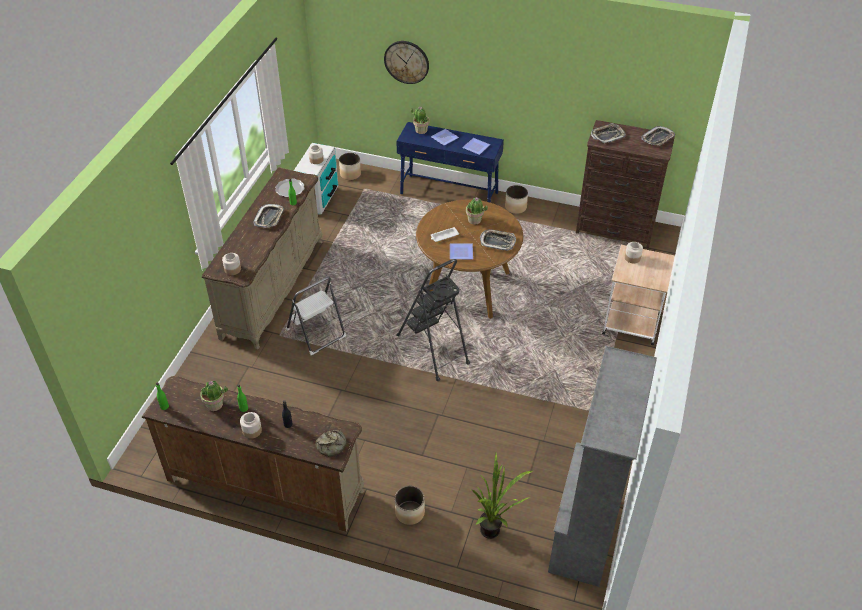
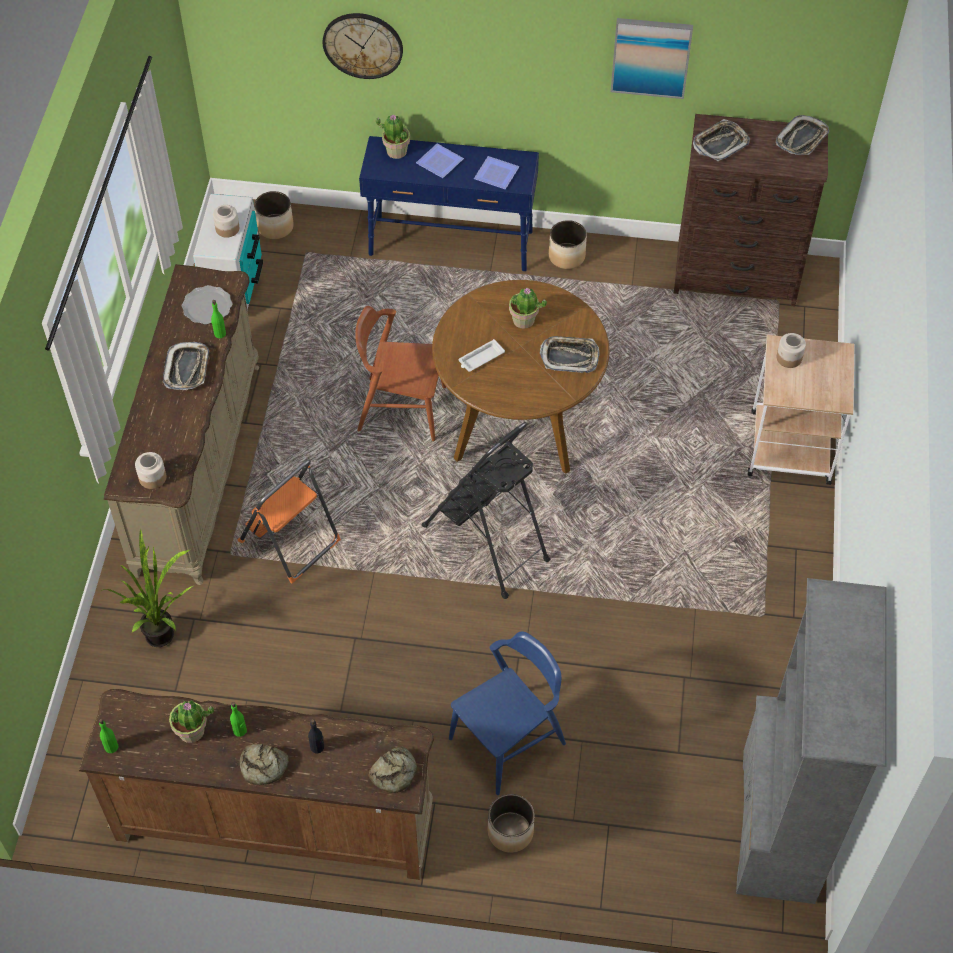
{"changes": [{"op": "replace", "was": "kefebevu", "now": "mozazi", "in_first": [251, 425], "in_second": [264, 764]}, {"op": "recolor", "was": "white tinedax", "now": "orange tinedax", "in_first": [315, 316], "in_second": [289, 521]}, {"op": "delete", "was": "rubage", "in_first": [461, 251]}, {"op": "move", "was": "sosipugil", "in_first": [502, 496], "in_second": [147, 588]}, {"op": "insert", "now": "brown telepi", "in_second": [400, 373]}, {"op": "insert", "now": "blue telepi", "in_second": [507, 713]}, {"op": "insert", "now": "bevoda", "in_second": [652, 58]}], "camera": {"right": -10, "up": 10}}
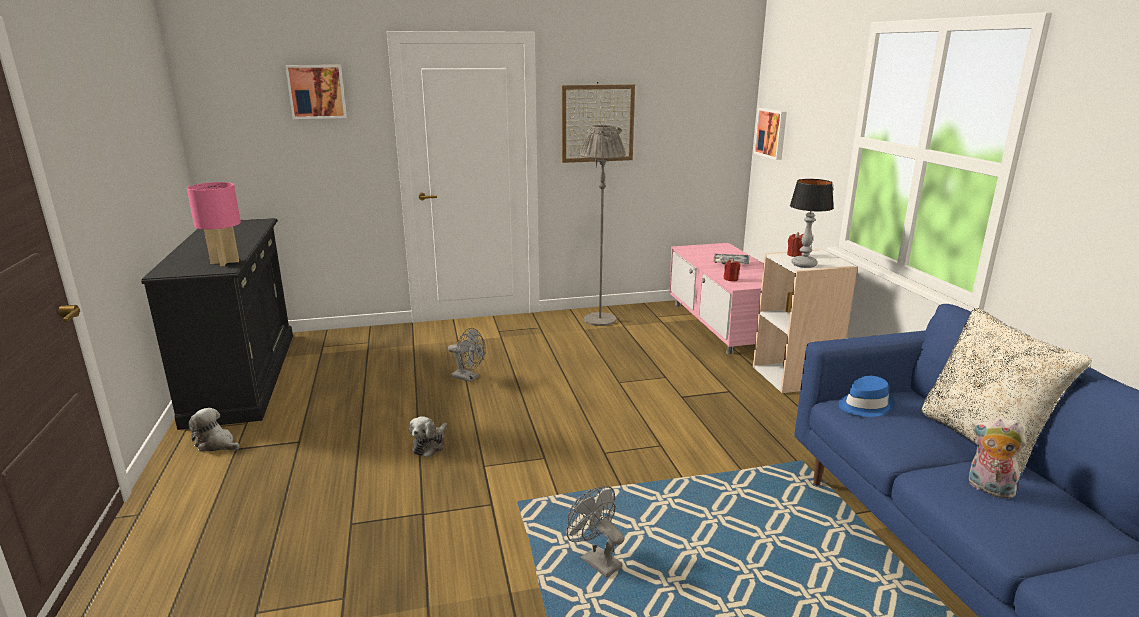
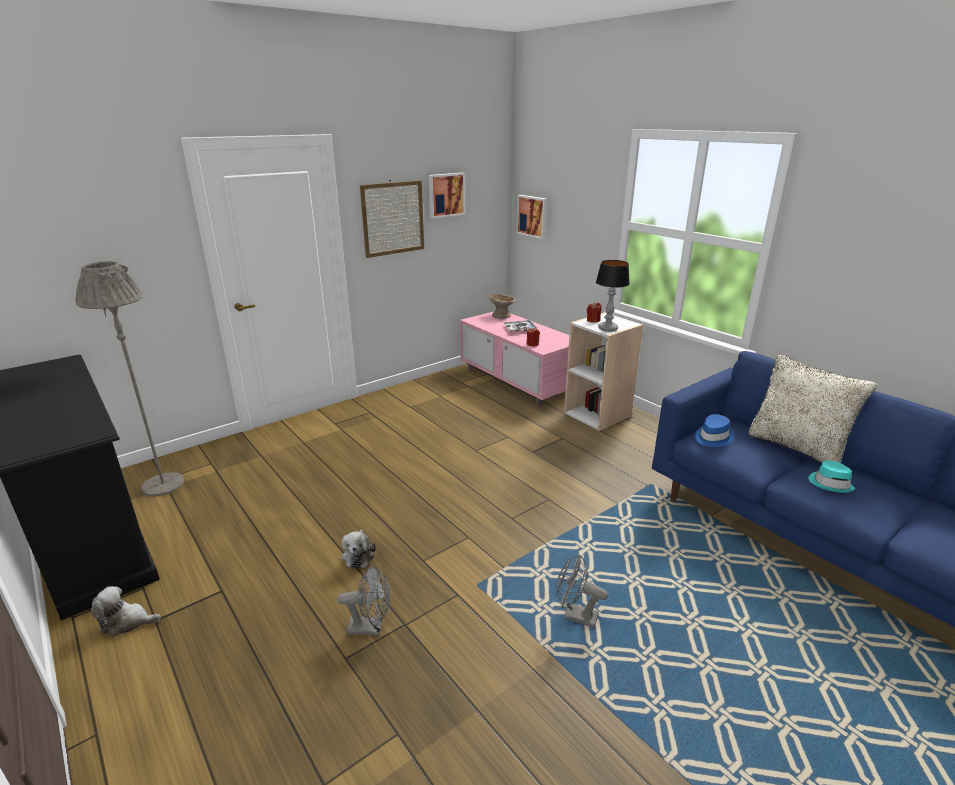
{"changes": [{"op": "delete", "was": "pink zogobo", "in_first": [214, 224]}, {"op": "move", "was": "bevoda", "in_first": [316, 92], "in_second": [446, 196]}, {"op": "move", "was": "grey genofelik", "in_first": [467, 355], "in_second": [363, 600]}, {"op": "move", "was": "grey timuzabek", "in_first": [603, 225], "in_second": [129, 378]}, {"op": "replace", "was": "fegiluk", "now": "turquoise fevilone", "in_first": [997, 457], "in_second": [831, 476]}, {"op": "insert", "now": "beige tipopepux", "in_second": [502, 306]}], "camera": {"right": -25, "up": 5}}
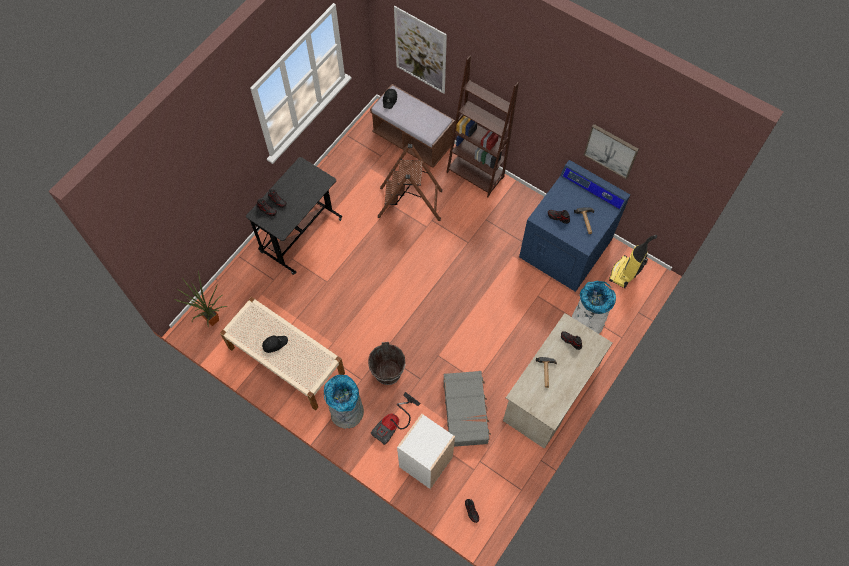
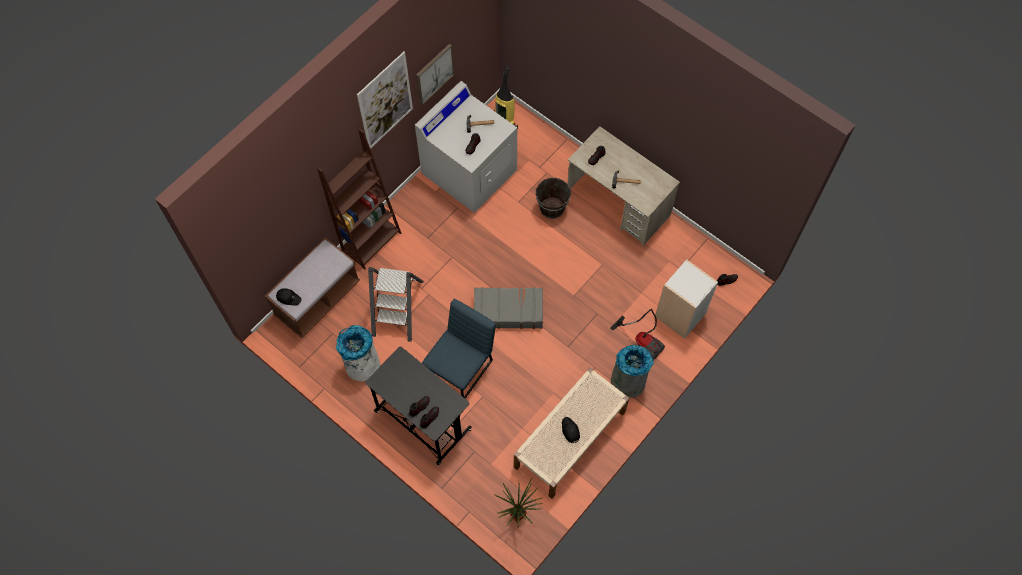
{"changes": [{"op": "move", "was": "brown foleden", "in_first": [386, 363], "in_second": [553, 198]}, {"op": "recolor", "was": "brown tinedax", "now": "grey tinedax", "in_first": [410, 182], "in_second": [395, 304]}, {"op": "move", "was": "bevoda", "in_first": [420, 50], "in_second": [385, 100]}, {"op": "move", "was": "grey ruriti", "in_first": [467, 409], "in_second": [508, 308]}, {"op": "recolor", "was": "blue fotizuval", "now": "white fotizuval", "in_first": [574, 226], "in_second": [466, 147]}, {"op": "move", "was": "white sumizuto", "in_first": [594, 307], "in_second": [358, 353]}, {"op": "insert", "now": "blue telepi", "in_second": [459, 349]}], "camera": {"right": -85, "up": 0}}
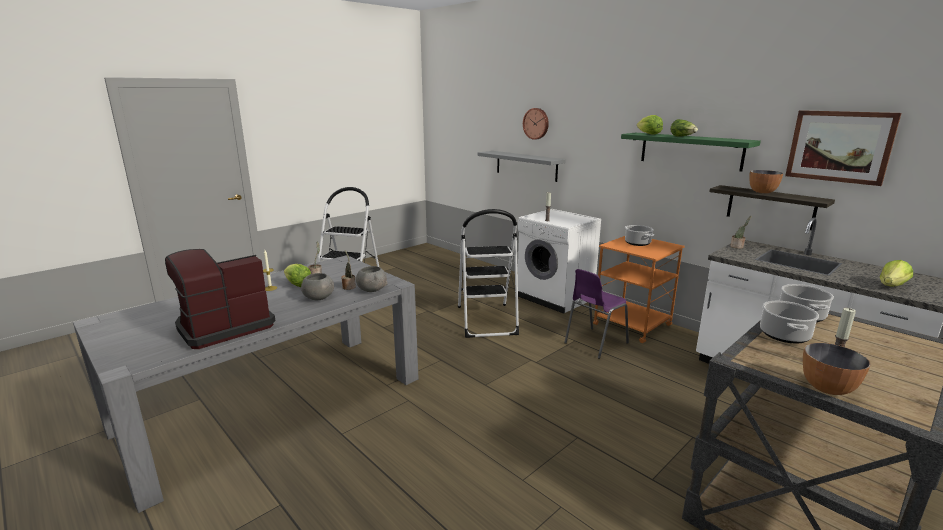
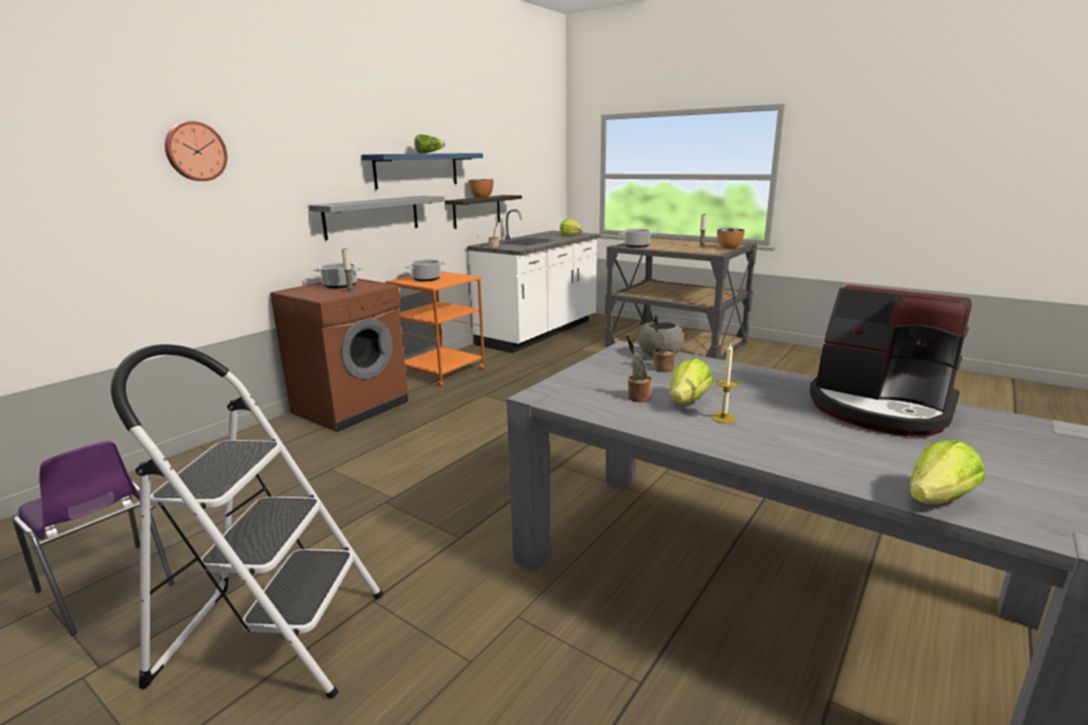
{"changes": [{"op": "delete", "was": "grey tipopepux", "in_first": [317, 287]}, {"op": "delete", "was": "tinedax", "in_first": [488, 273]}, {"op": "move", "was": "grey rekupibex", "in_first": [522, 166], "in_second": [376, 218]}, {"op": "recolor", "was": "white fotizuval", "now": "brown fotizuval", "in_first": [559, 261], "in_second": [339, 355]}, {"op": "move", "was": "purple telepi", "in_first": [596, 314], "in_second": [93, 538]}, {"op": "recolor", "was": "green rekupibex", "now": "blue rekupibex", "in_first": [691, 152], "in_second": [422, 171]}, {"op": "move", "was": "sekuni", "in_first": [650, 125], "in_second": [947, 472]}, {"op": "move", "was": "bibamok", "in_first": [789, 322], "in_second": [338, 275]}, {"op": "delete", "was": "bevoda", "in_first": [843, 148]}], "camera": {"right": -100, "up": 0}}
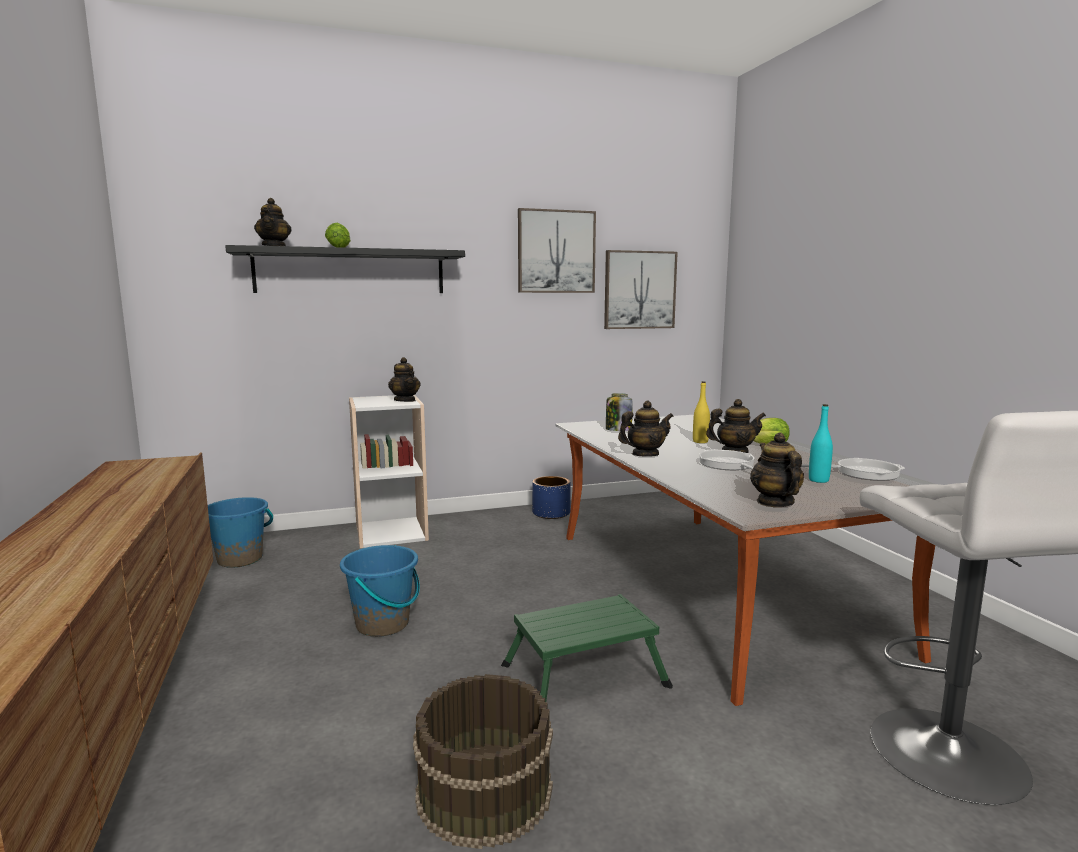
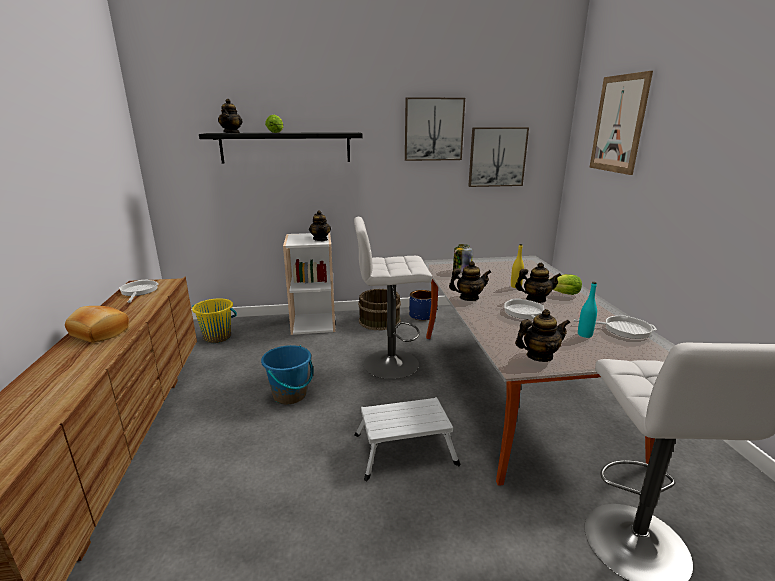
{"changes": [{"op": "recolor", "was": "blue foleden", "now": "yellow foleden", "in_first": [240, 532], "in_second": [214, 320]}, {"op": "move", "was": "brown foleden", "in_first": [483, 761], "in_second": [379, 309]}, {"op": "recolor", "was": "green tinedax", "now": "white tinedax", "in_first": [587, 648], "in_second": [407, 439]}, {"op": "rotate", "was": "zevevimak", "in_first": [777, 469], "in_second": [542, 335], "clockwise": 75}, {"op": "insert", "now": "mozazi", "in_second": [97, 324]}, {"op": "insert", "now": "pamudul", "in_second": [138, 291]}, {"op": "insert", "now": "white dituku", "in_second": [393, 298]}, {"op": "insert", "now": "bevoda", "in_second": [621, 123]}], "camera": {"right": 10, "up": 10}}
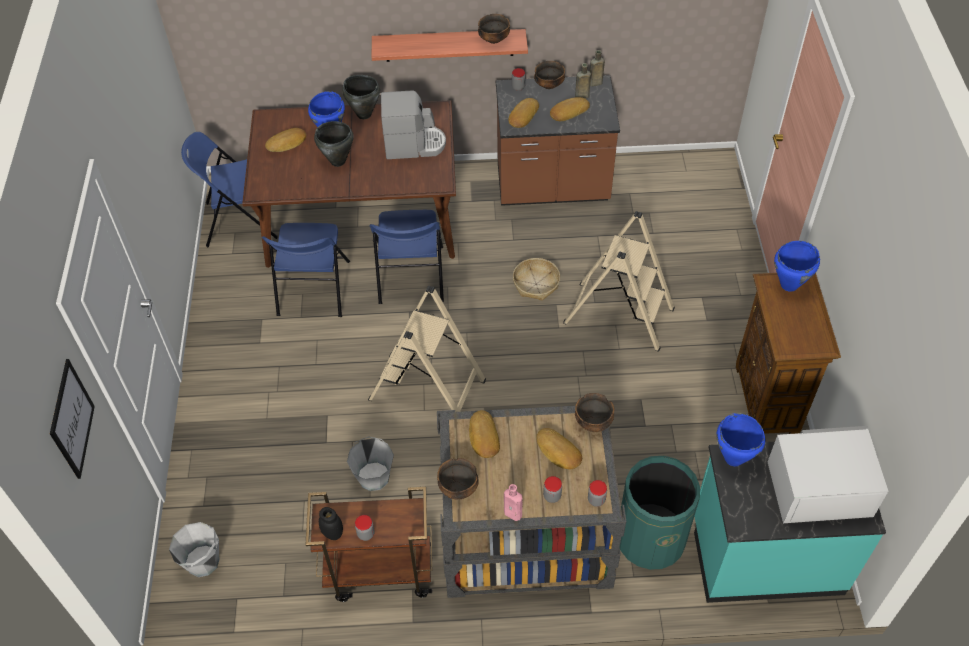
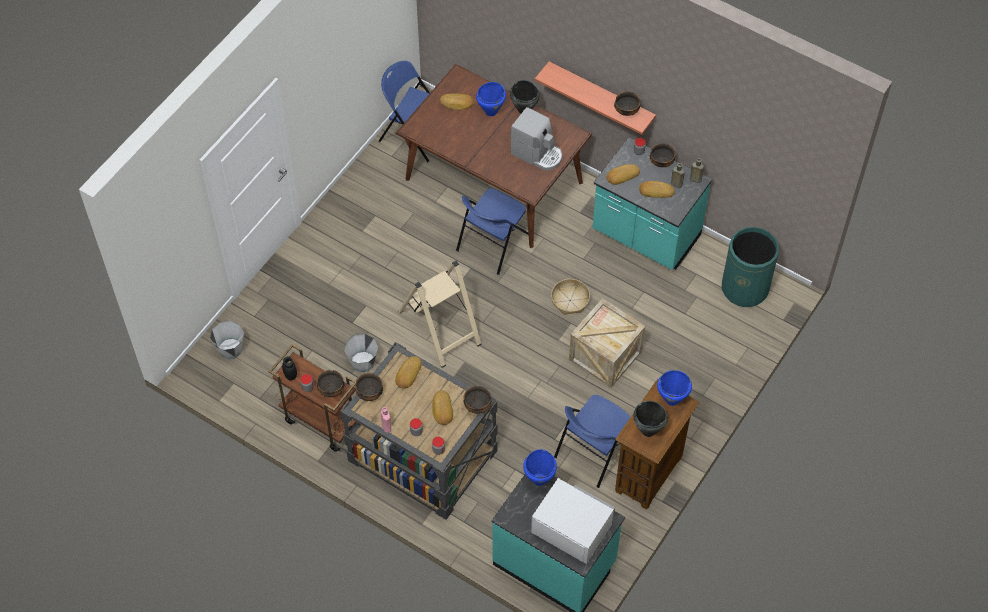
{"changes": [{"op": "delete", "was": "bevoda", "in_first": [72, 419]}, {"op": "move", "was": "blue telepi", "in_first": [306, 270], "in_second": [592, 441]}, {"op": "move", "was": "black bibamok", "in_first": [334, 144], "in_second": [650, 419]}, {"op": "recolor", "was": "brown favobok", "now": "turquoise favobok", "in_first": [558, 140], "in_second": [652, 203]}, {"op": "replace", "was": "beige tinedax", "now": "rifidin", "in_first": [619, 281], "in_second": [607, 343]}, {"op": "move", "was": "green sumizuto", "in_first": [660, 513], "in_second": [750, 267]}, {"op": "insert", "now": "tipopepux", "in_second": [330, 383]}], "camera": {"right": 35, "up": 5}}
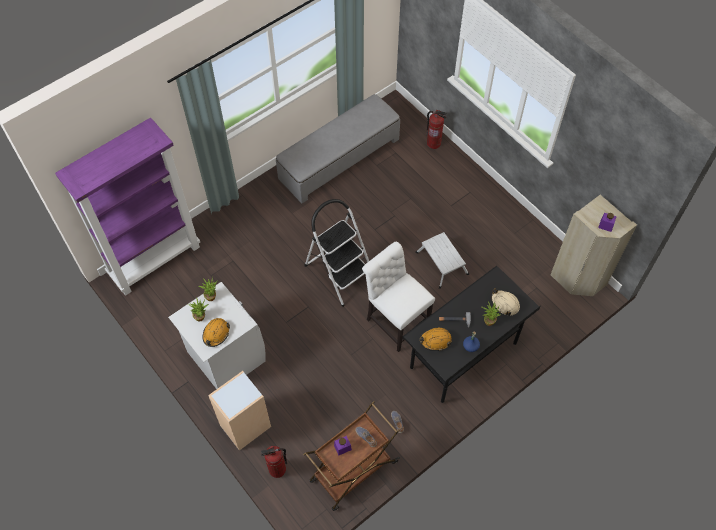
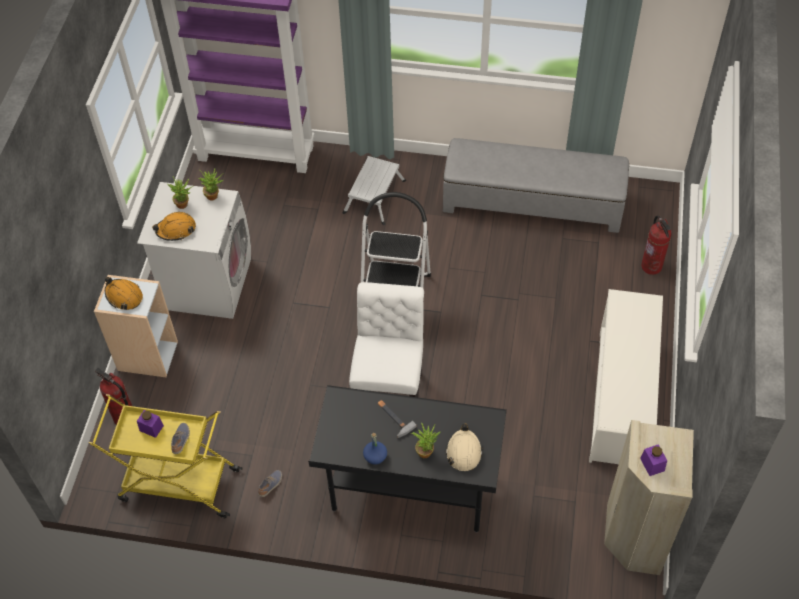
{"changes": [{"op": "recolor", "was": "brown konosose", "now": "yellow konosose", "in_first": [351, 456], "in_second": [166, 456]}, {"op": "move", "was": "white tinedax", "in_first": [442, 260], "in_second": [374, 190]}, {"op": "move", "was": "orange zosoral", "in_first": [435, 339], "in_second": [124, 293]}, {"op": "insert", "now": "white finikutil", "in_second": [626, 376]}], "camera": {"right": 50, "up": -5}}
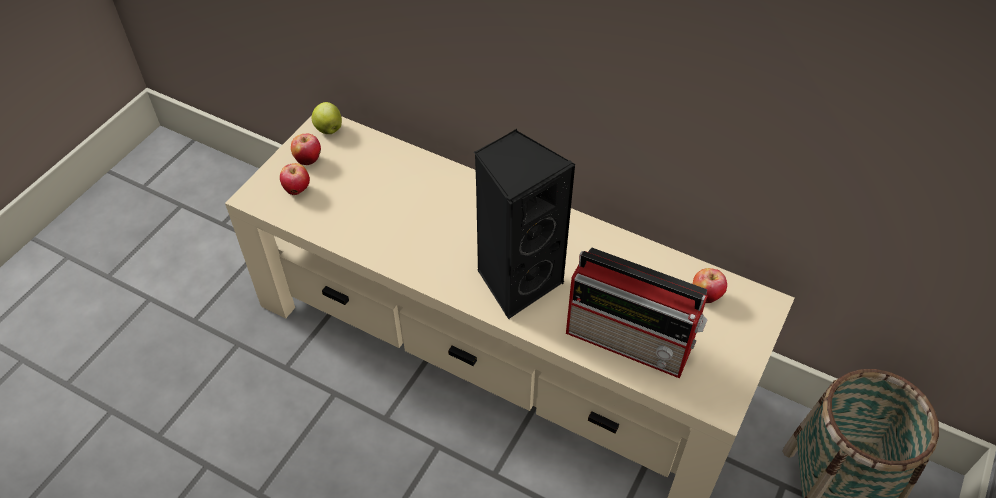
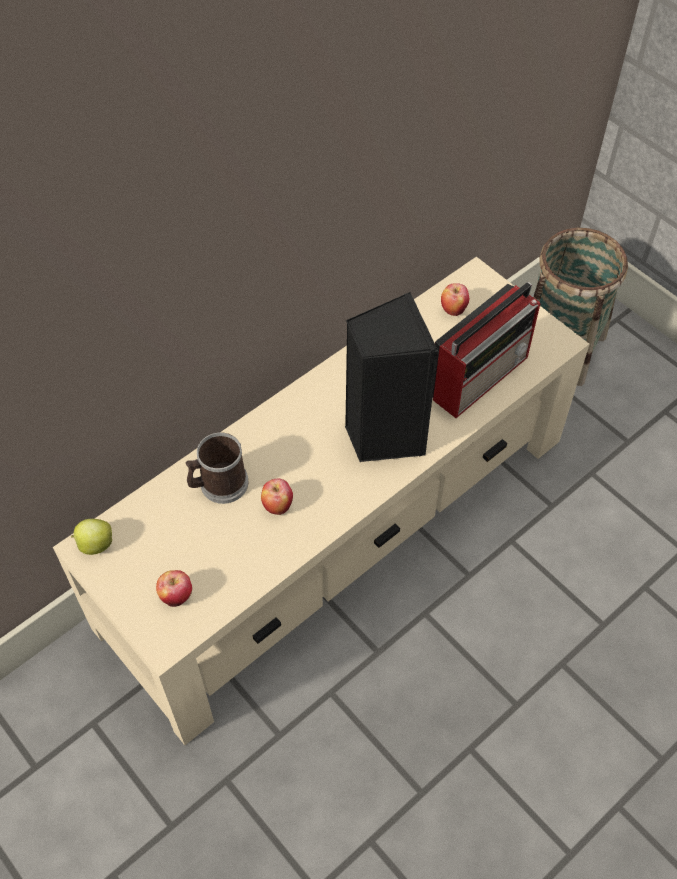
{"changes": [{"op": "move", "was": "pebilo", "in_first": [306, 149], "in_second": [277, 497]}, {"op": "insert", "now": "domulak", "in_second": [217, 468]}], "camera": {"right": -70, "up": 5}}
